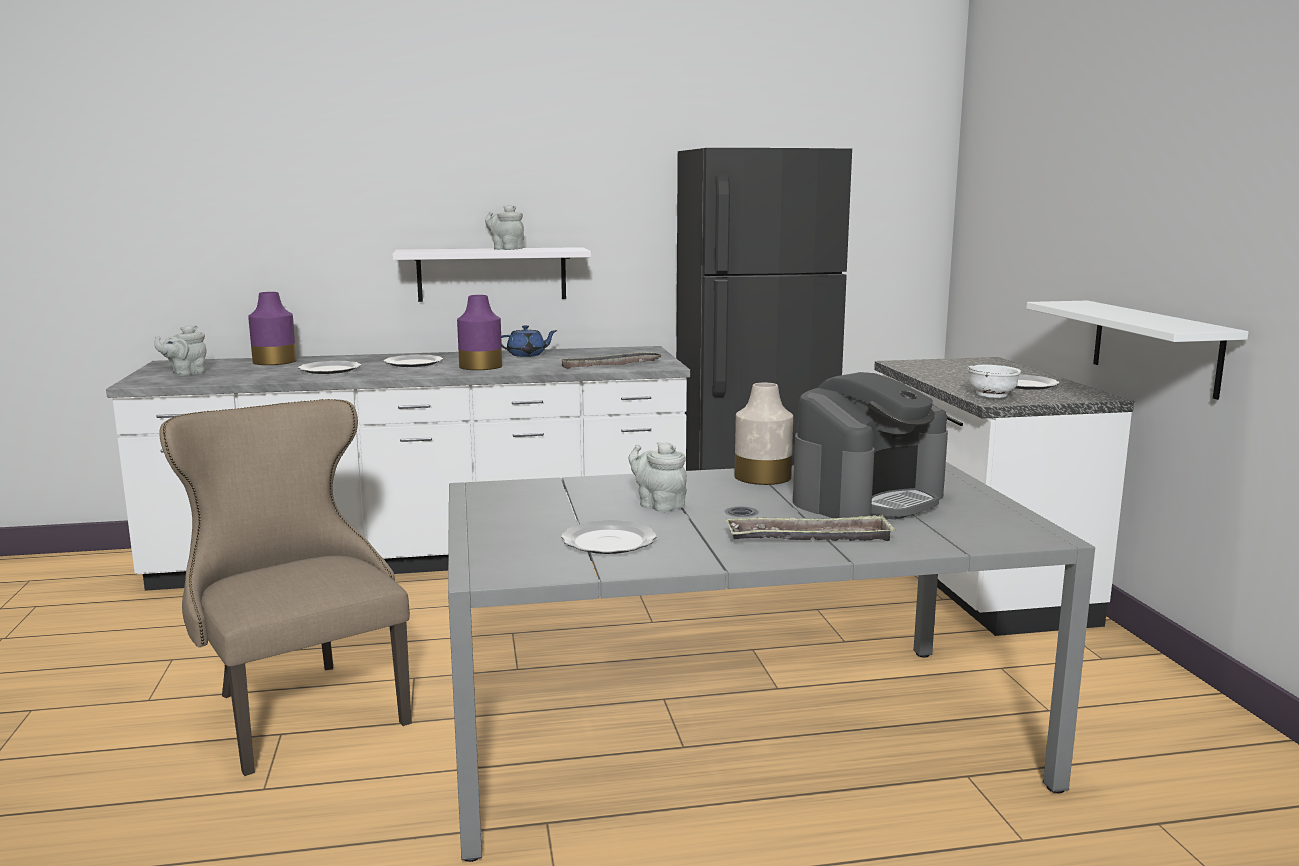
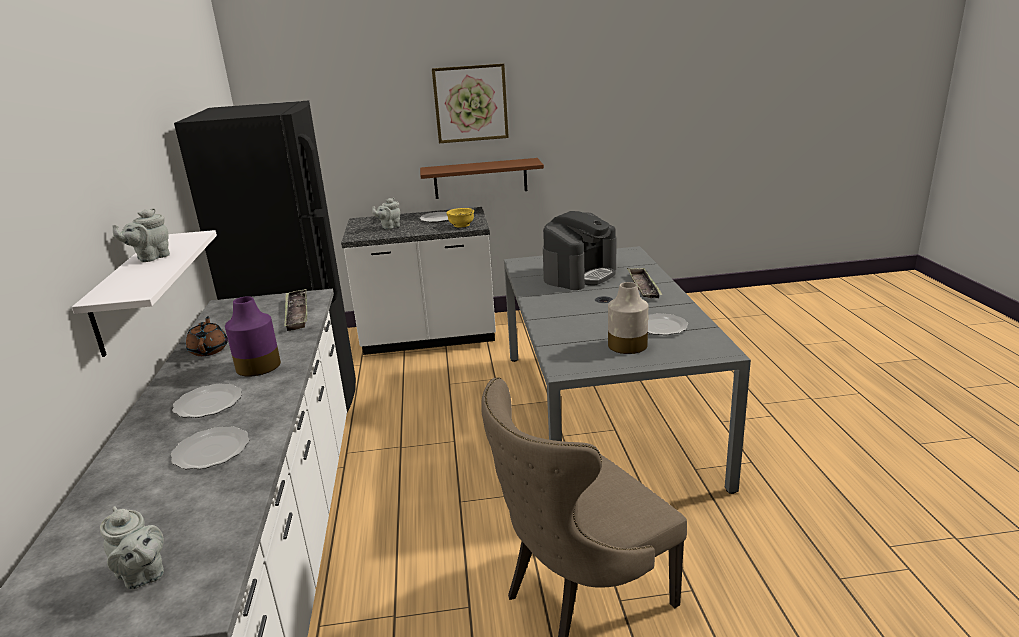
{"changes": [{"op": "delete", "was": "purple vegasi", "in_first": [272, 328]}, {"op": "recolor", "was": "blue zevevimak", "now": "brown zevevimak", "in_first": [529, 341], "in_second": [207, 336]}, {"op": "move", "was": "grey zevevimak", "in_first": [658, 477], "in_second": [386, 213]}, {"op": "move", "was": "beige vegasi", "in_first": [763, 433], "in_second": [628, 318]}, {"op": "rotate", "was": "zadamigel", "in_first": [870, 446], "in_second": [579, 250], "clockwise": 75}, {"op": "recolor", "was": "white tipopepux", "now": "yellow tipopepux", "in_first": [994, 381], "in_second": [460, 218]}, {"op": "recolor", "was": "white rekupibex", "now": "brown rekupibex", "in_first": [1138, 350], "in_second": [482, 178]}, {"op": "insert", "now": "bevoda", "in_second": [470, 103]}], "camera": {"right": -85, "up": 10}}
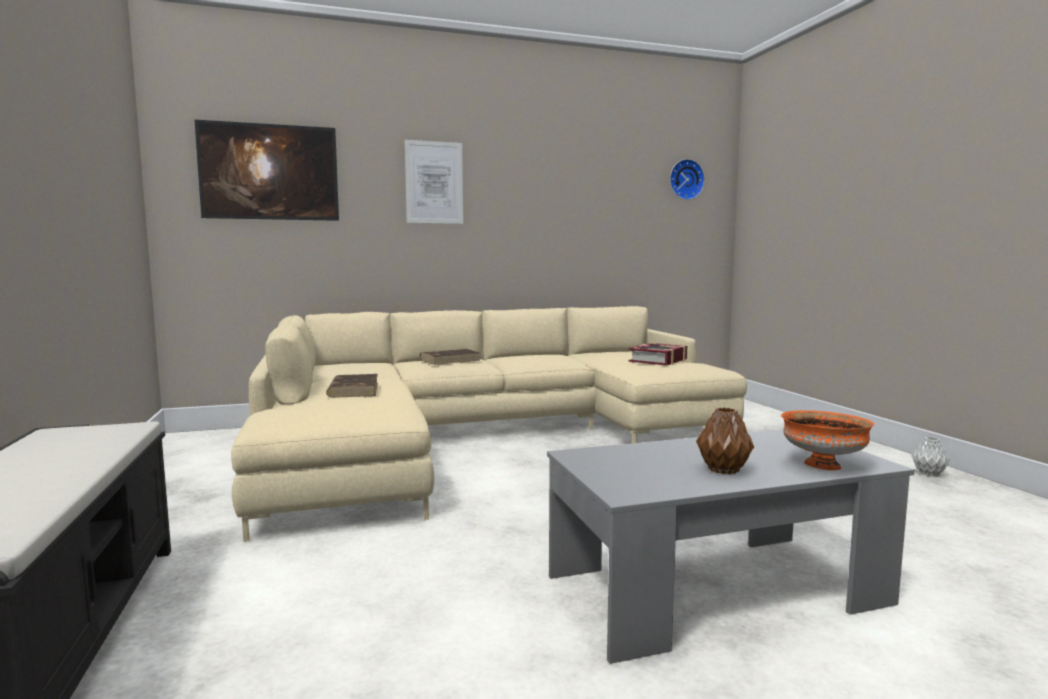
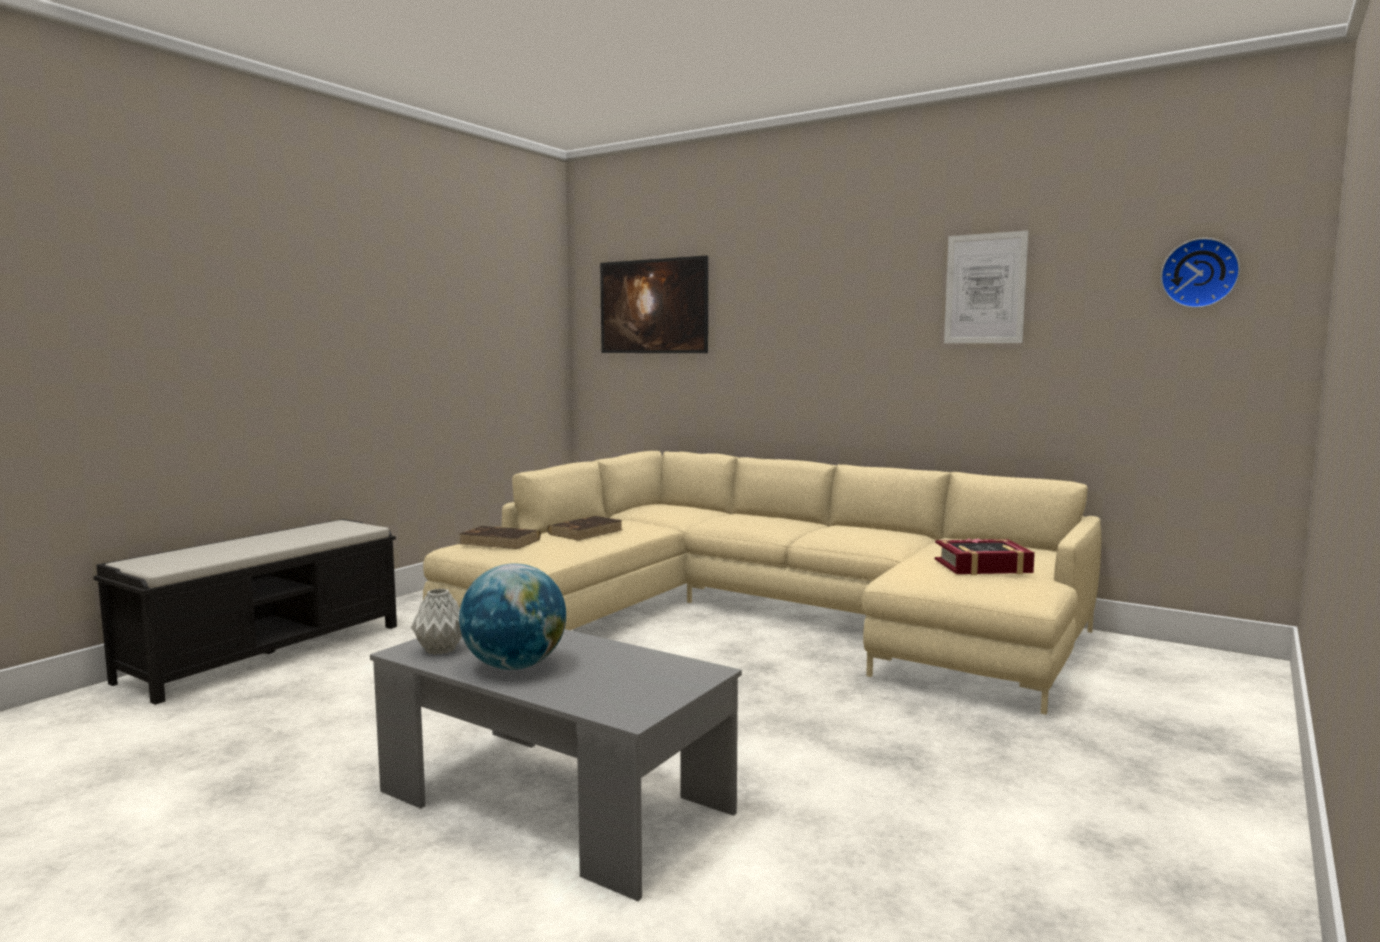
{"changes": [{"op": "move", "was": "bevoda", "in_first": [434, 182], "in_second": [986, 287]}, {"op": "move", "was": "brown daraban", "in_first": [450, 357], "in_second": [500, 537]}, {"op": "replace", "was": "brown vegasi", "now": "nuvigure", "in_first": [725, 441], "in_second": [512, 616]}, {"op": "delete", "was": "orange tipopepux", "in_first": [827, 440]}, {"op": "move", "was": "grey vegasi", "in_first": [930, 457], "in_second": [436, 621]}], "camera": {"right": 50, "up": 0}}
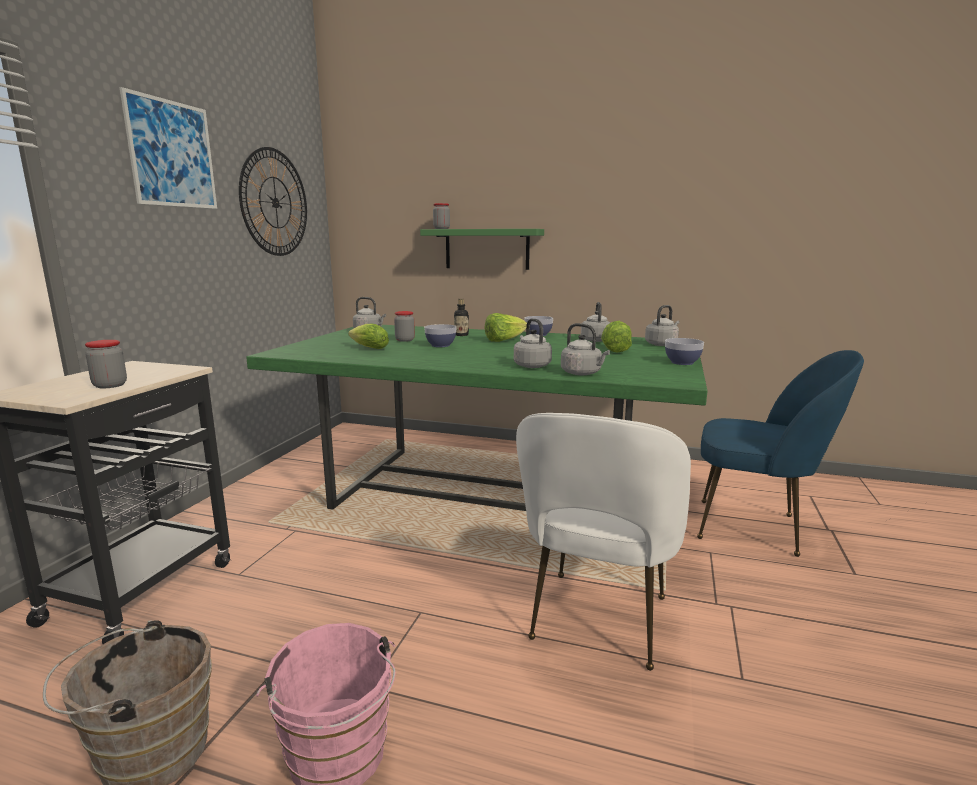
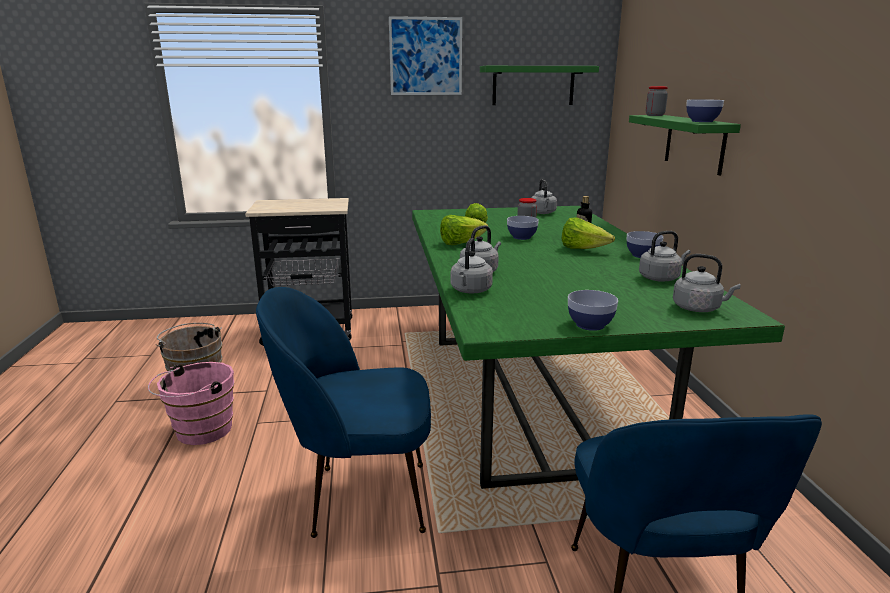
{"changes": [{"op": "delete", "was": "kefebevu", "in_first": [106, 364]}, {"op": "replace", "was": "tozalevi", "now": "green rekupibex", "in_first": [273, 201], "in_second": [539, 85]}, {"op": "recolor", "was": "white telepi", "now": "blue telepi", "in_first": [603, 542], "in_second": [343, 412]}, {"op": "move", "was": "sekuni", "in_first": [616, 337], "in_second": [464, 230]}, {"op": "insert", "now": "tipopepux", "in_second": [705, 110]}], "camera": {"right": 65, "up": 5}}
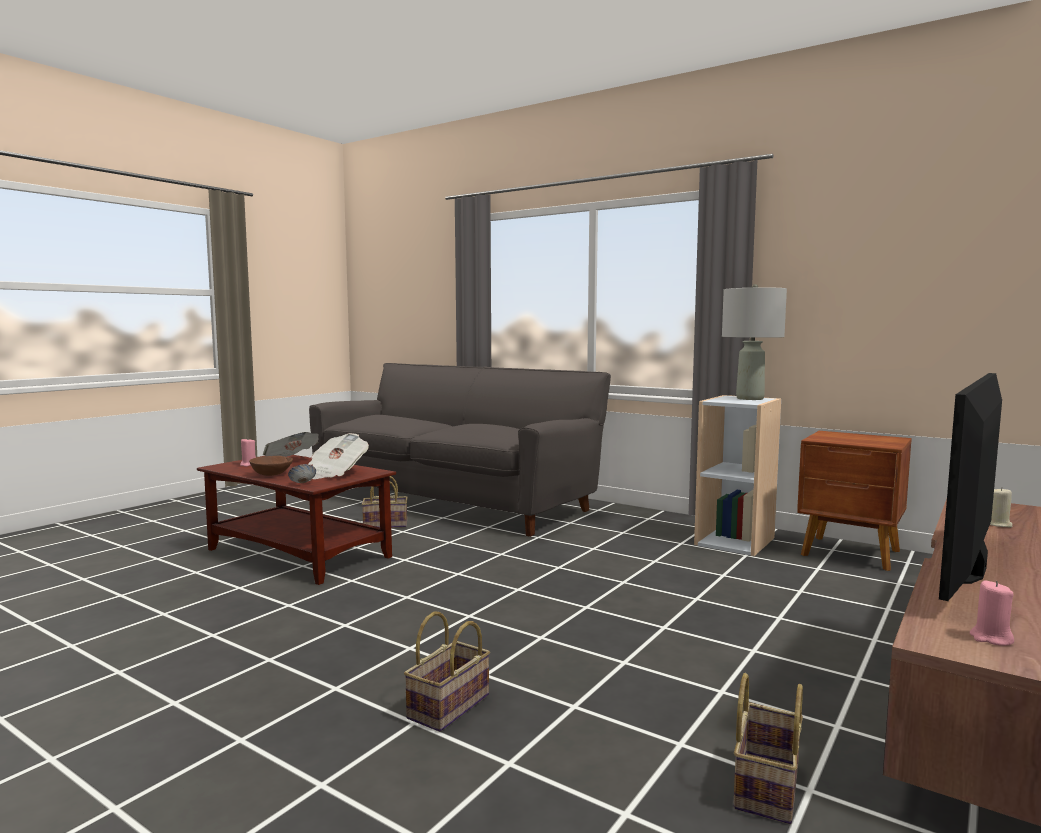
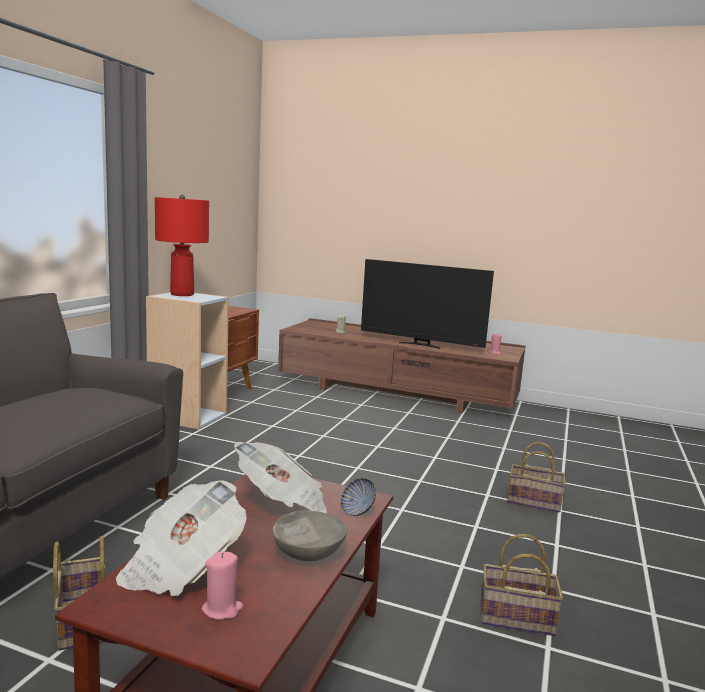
{"changes": [{"op": "recolor", "was": "brown tipopepux", "now": "grey tipopepux", "in_first": [271, 466], "in_second": [310, 535]}, {"op": "recolor", "was": "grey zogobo", "now": "red zogobo", "in_first": [754, 342], "in_second": [182, 245]}, {"op": "move", "was": "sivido", "in_first": [768, 748], "in_second": [521, 585]}], "camera": {"right": -105, "up": 5}}
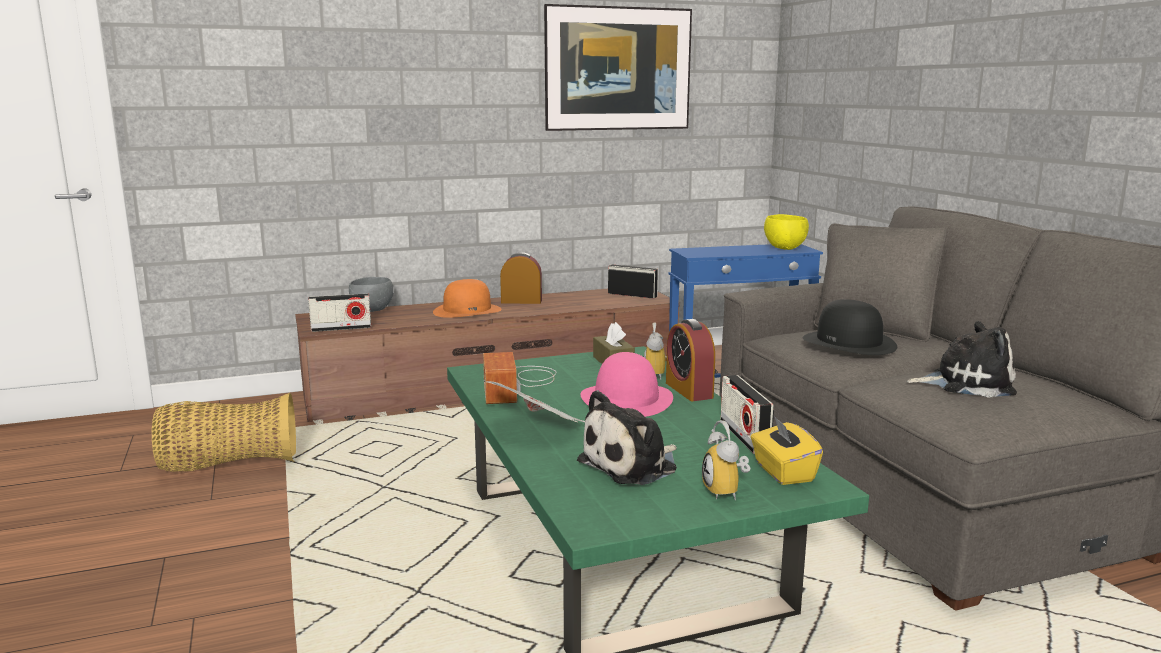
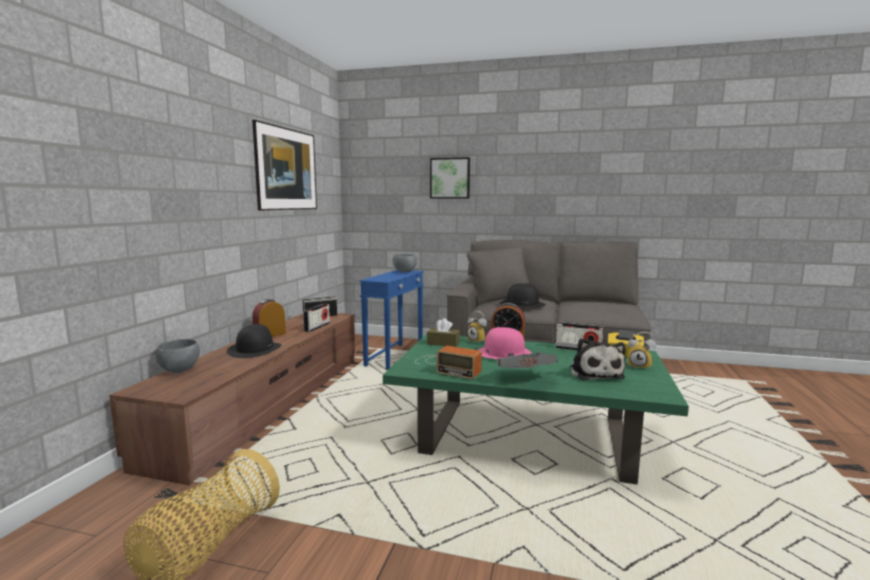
{"changes": [{"op": "move", "was": "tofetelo", "in_first": [339, 313], "in_second": [316, 318]}, {"op": "recolor", "was": "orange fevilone", "now": "black fevilone", "in_first": [467, 298], "in_second": [254, 341]}, {"op": "recolor", "was": "yellow tipopepux", "now": "grey tipopepux", "in_first": [786, 232], "in_second": [404, 263]}, {"op": "delete", "was": "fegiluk", "in_first": [962, 359]}, {"op": "insert", "now": "bevoda", "in_second": [450, 178]}], "camera": {"right": -55, "up": -5}}
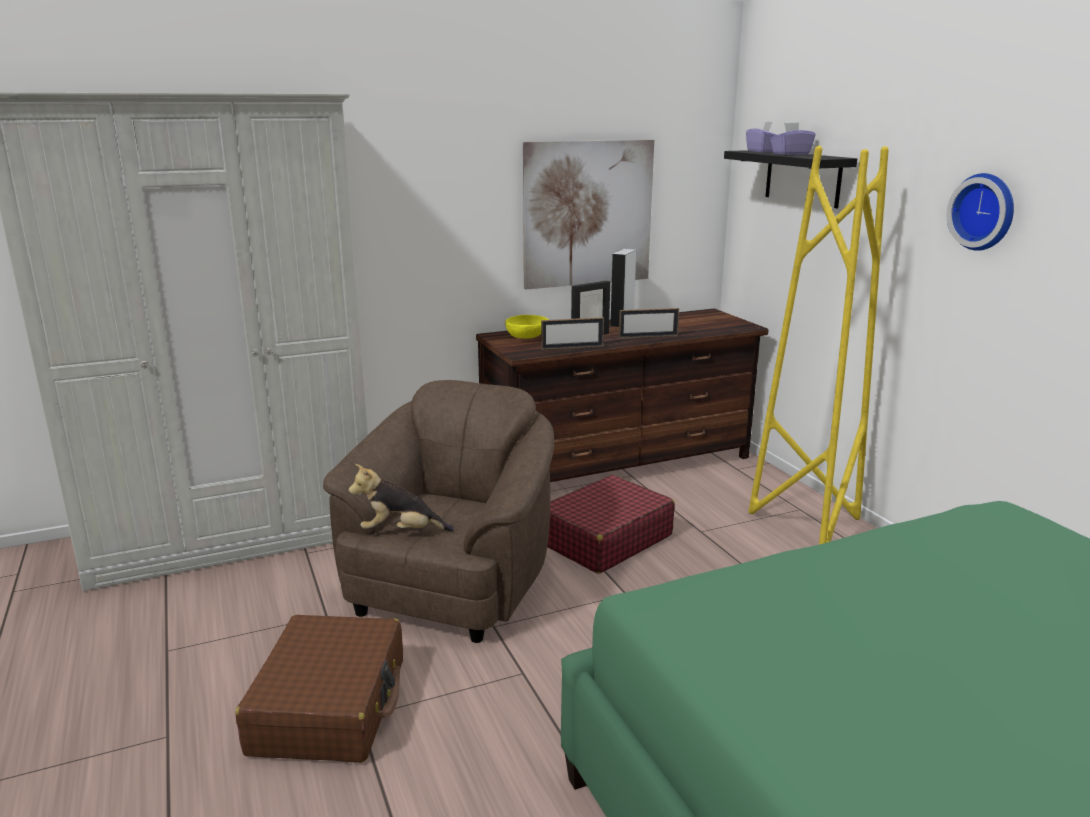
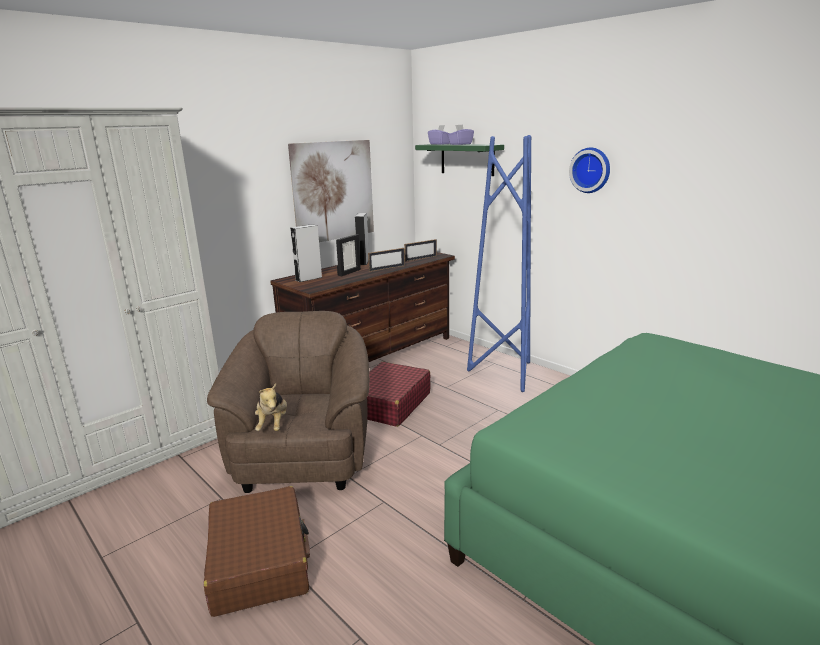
{"changes": [{"op": "rotate", "was": "fegiluk", "in_first": [401, 497], "in_second": [271, 407], "clockwise": -75}, {"op": "replace", "was": "yellow tipopepux", "now": "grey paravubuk", "in_first": [527, 327], "in_second": [306, 253]}, {"op": "move", "was": "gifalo", "in_first": [572, 333], "in_second": [420, 250]}, {"op": "recolor", "was": "black rekupibex", "now": "green rekupibex", "in_first": [790, 179], "in_second": [459, 160]}, {"op": "recolor", "was": "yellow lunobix", "now": "blue lunobix", "in_first": [819, 345], "in_second": [499, 263]}], "camera": {"right": -20, "up": 0}}
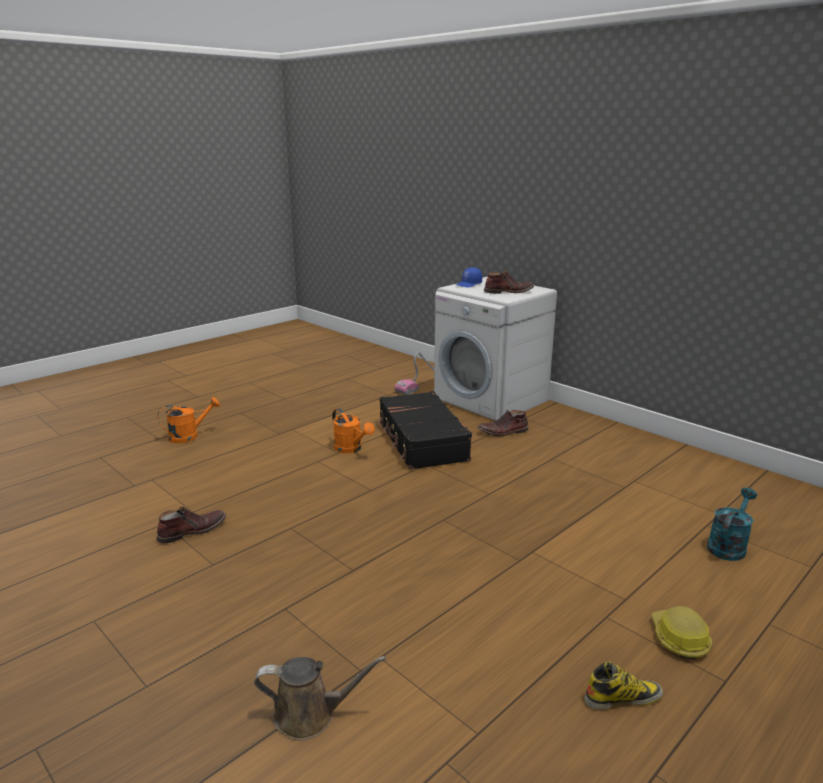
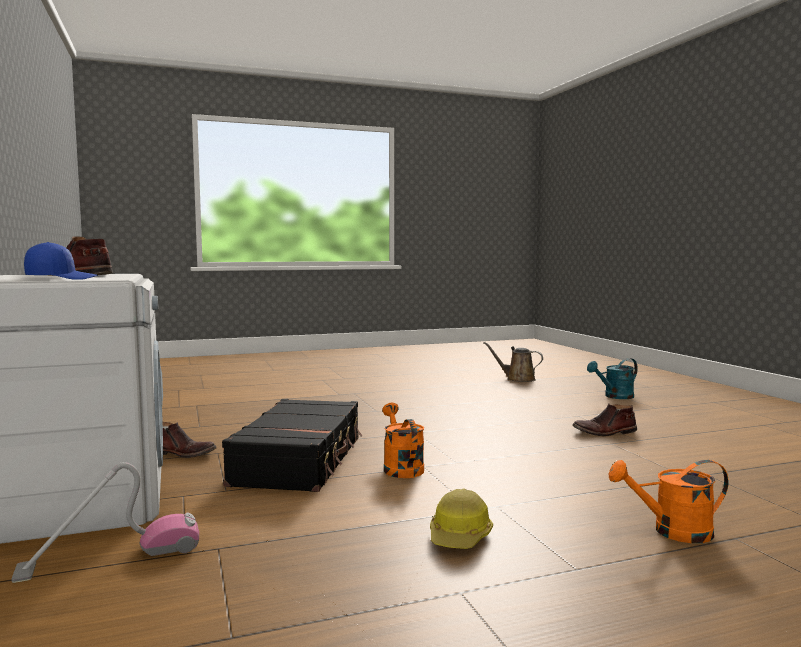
{"changes": [{"op": "delete", "was": "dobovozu", "in_first": [623, 685]}, {"op": "move", "was": "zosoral", "in_first": [681, 633], "in_second": [461, 519]}, {"op": "move", "was": "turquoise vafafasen", "in_first": [732, 524], "in_second": [612, 378]}], "camera": {"right": -155, "up": -15}}
